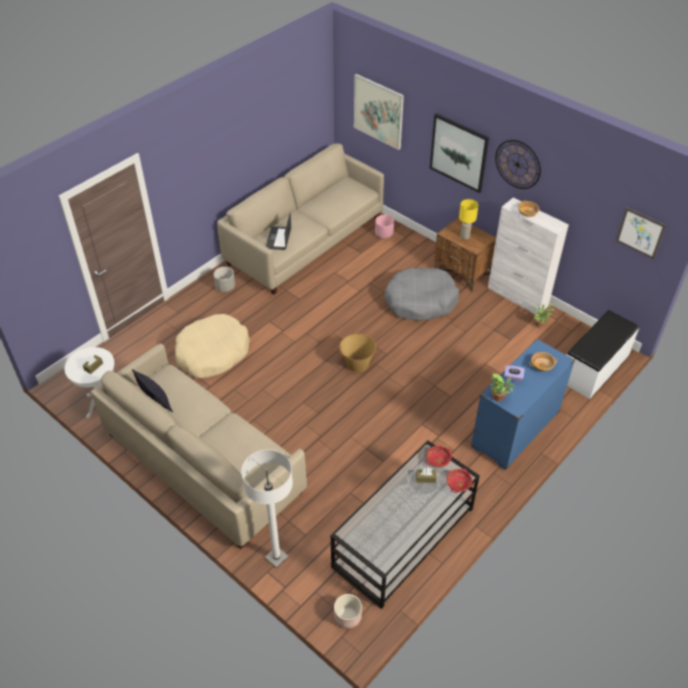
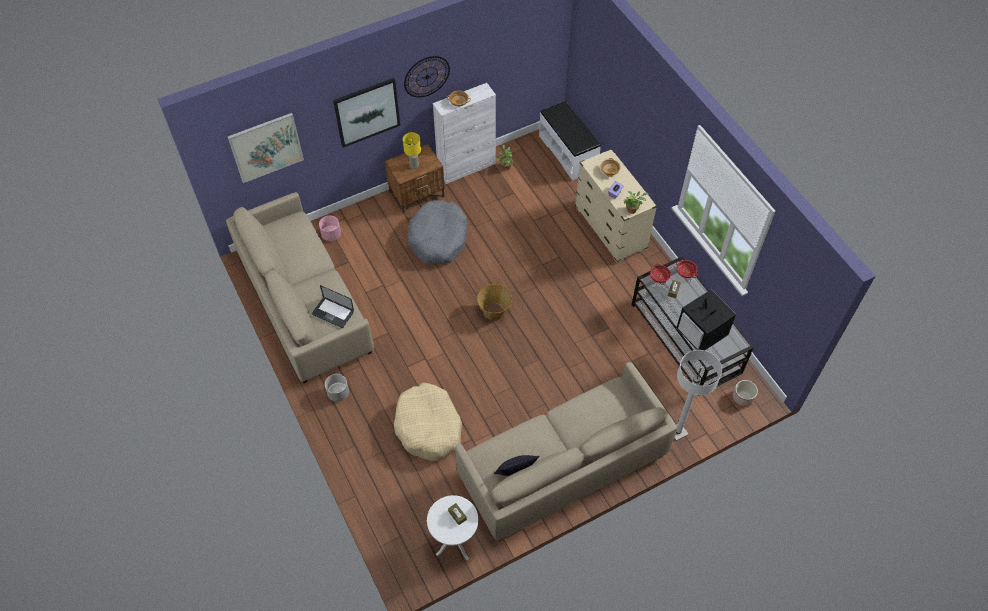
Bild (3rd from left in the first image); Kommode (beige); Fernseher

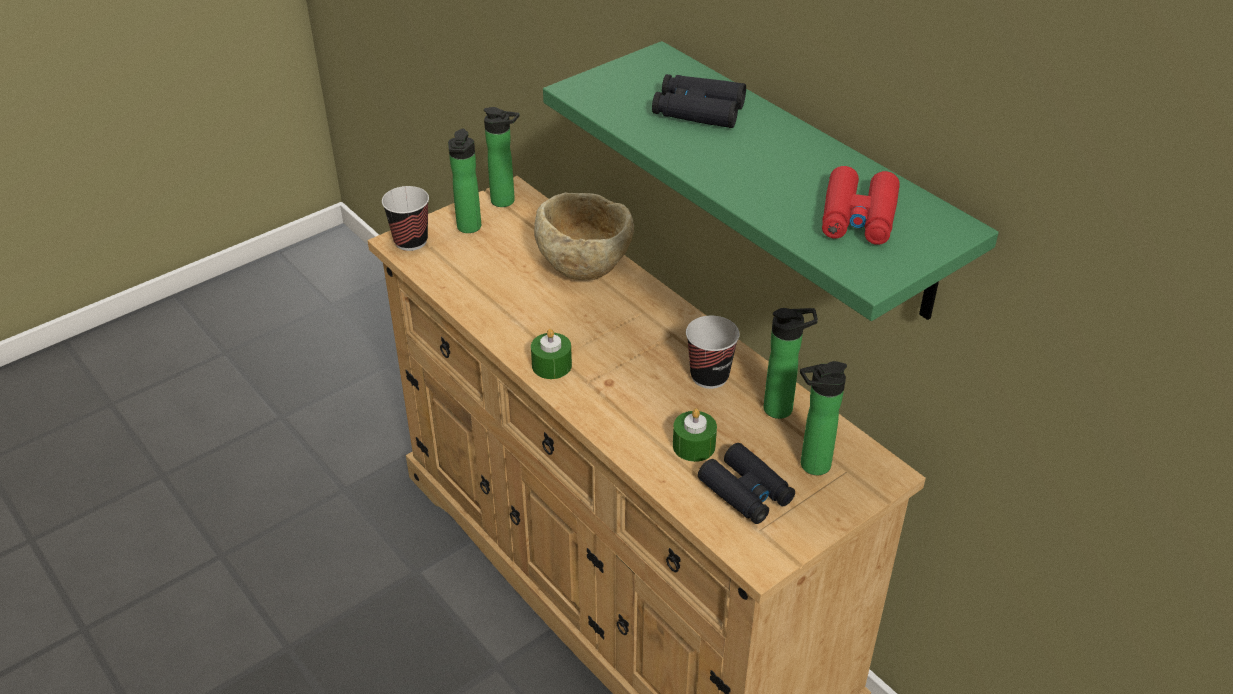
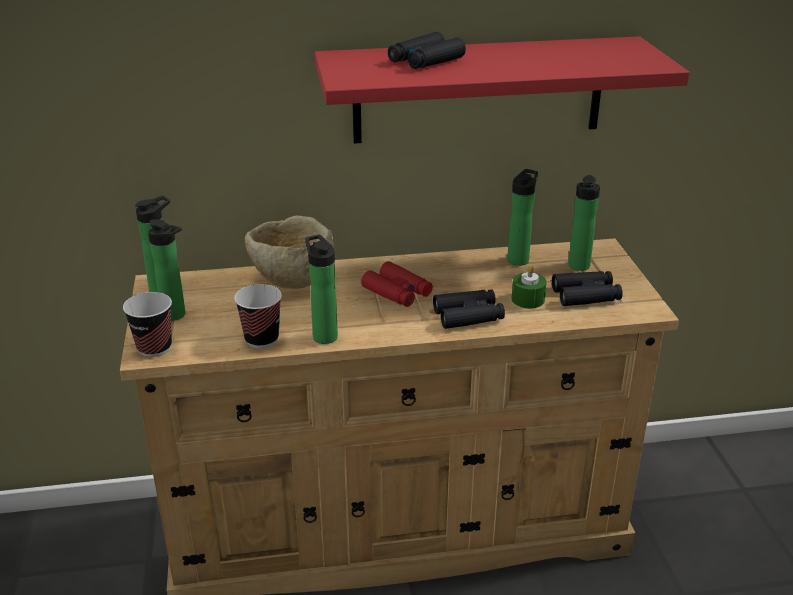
Wandregal (rot); Fernglas (rot); Tasse (2nd from left); Kerze (grün) (1st from left in the first image); Flasche (3rd from left); Fernglas (schwarz) (2nd from left)

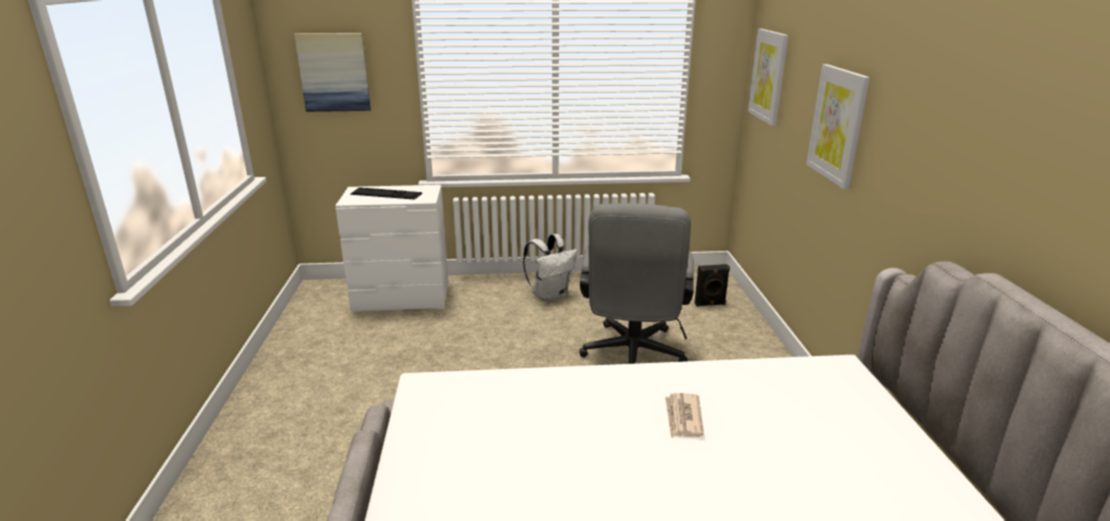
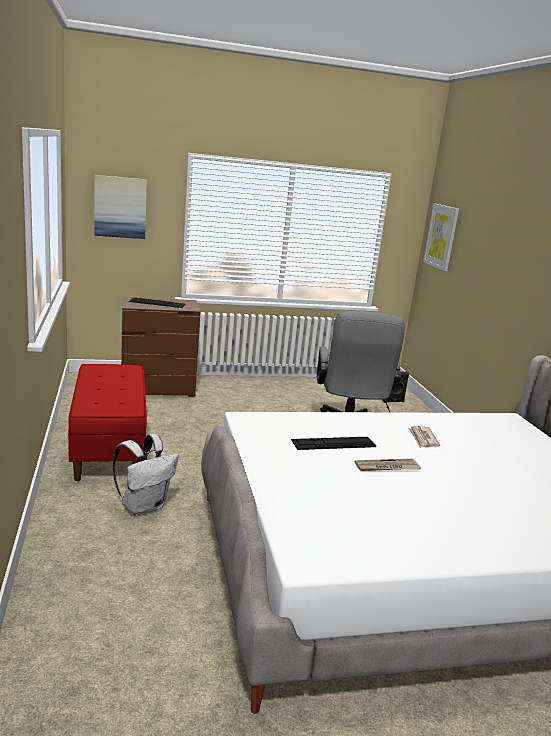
Bild (3rd from left in the first image); Kommode (braun); Rucksack (weiß); Bank (rot); Tastatur (2nd from left); Zeitung (1st from left)

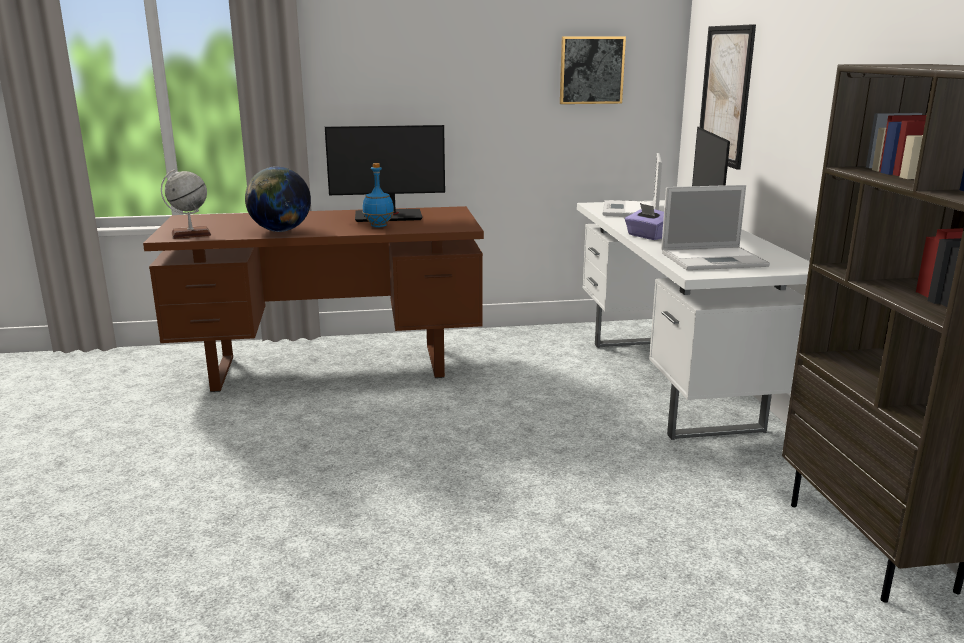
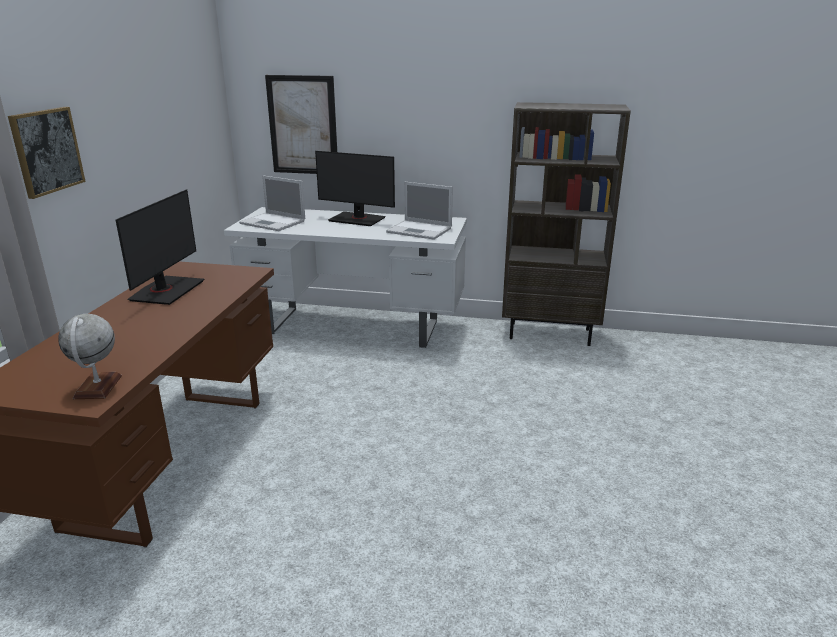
Bild (1st from left); Flasche (blau); Globus (2nd from left in the first image); Laptop (2nd from left); Taschentuchbox (lila)

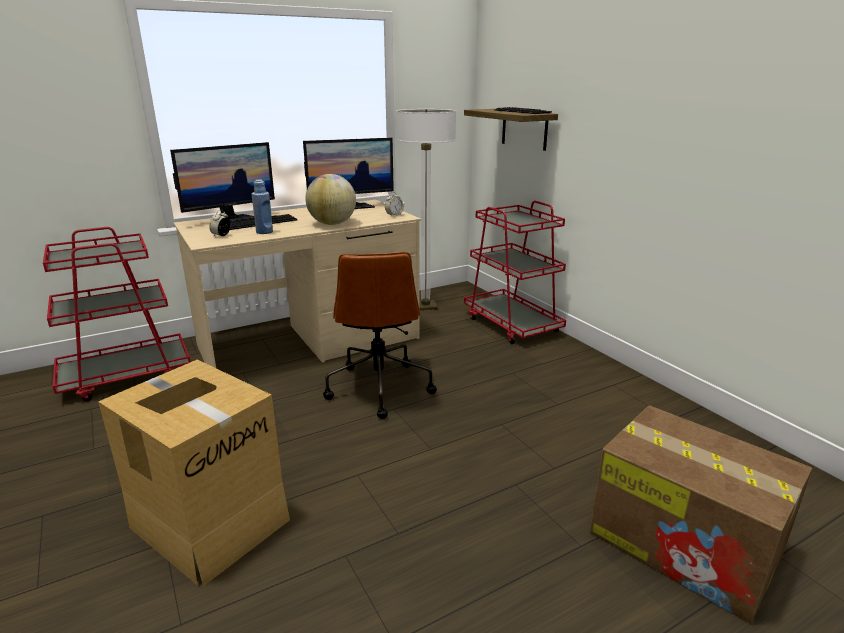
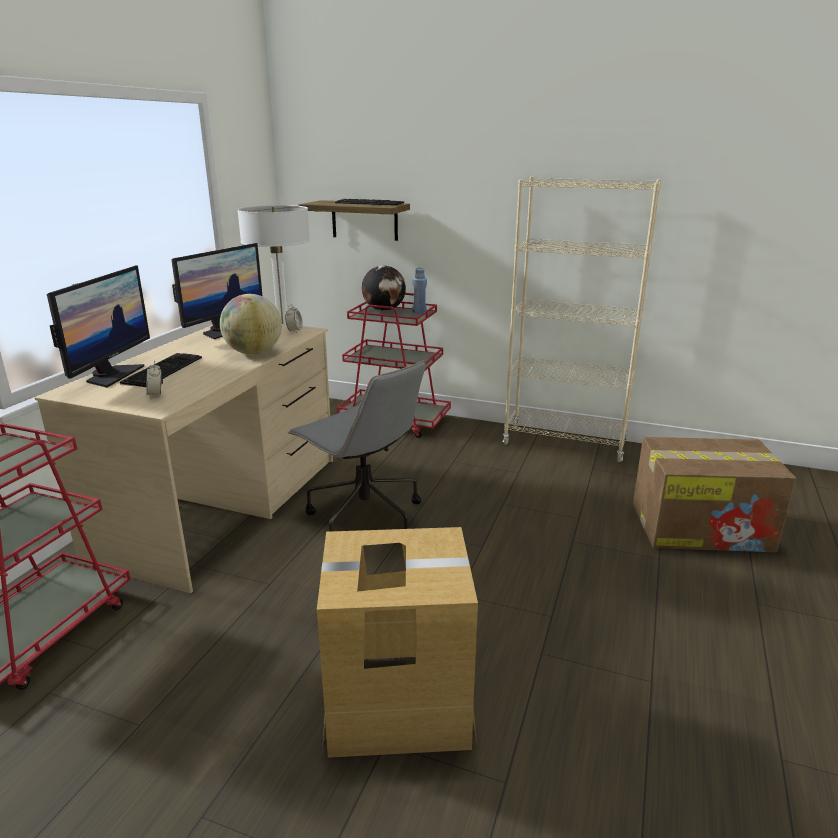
Flasche (blau); Bürostuhl (grau); Bücherregal (beige); Globus (2nd from left)

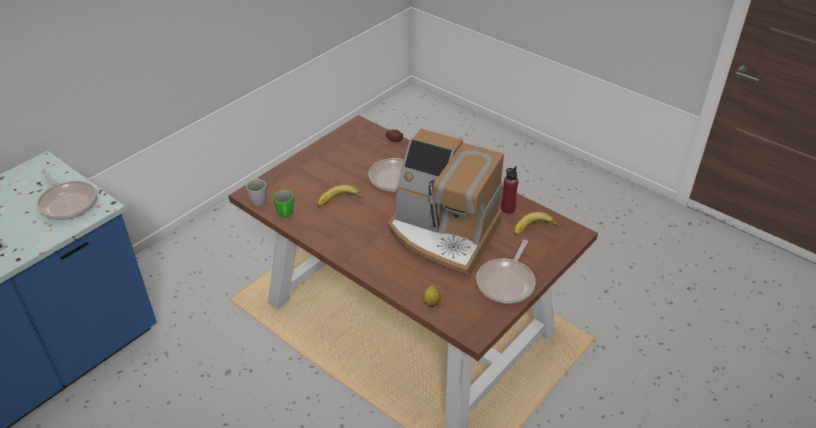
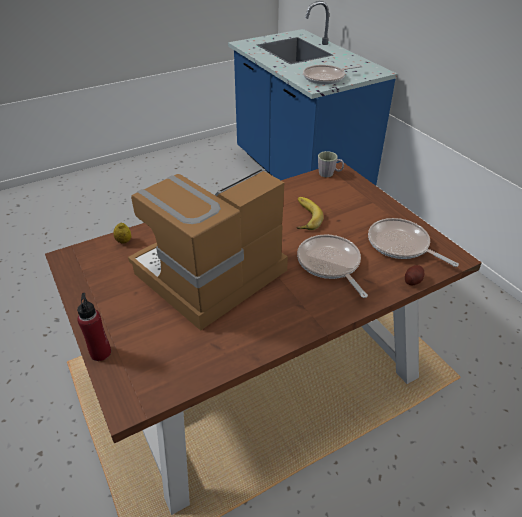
Flasche (rot); Henkelbecher (grün); Banane (2nd from left in the first image); Pfanne (3rd from left)

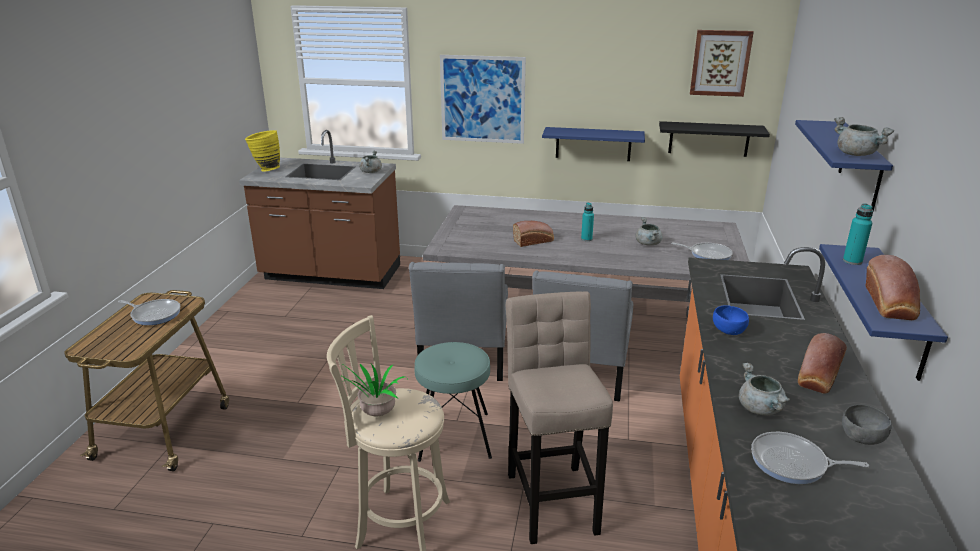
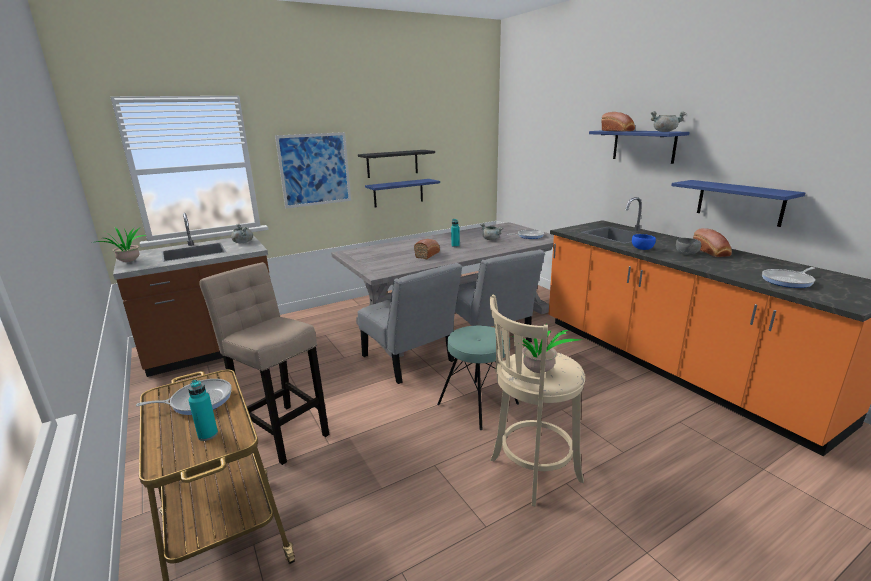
Bild (2nd from left in the first image); Wandregal (schwarz); Topfpflanze (1st from left); Flasche (türkis) (1st from left); Brot (2nd from left); Hocker (beige) (1st from left); Kochtopf (grau) (3rd from left in the first image); Schüssel (grau)

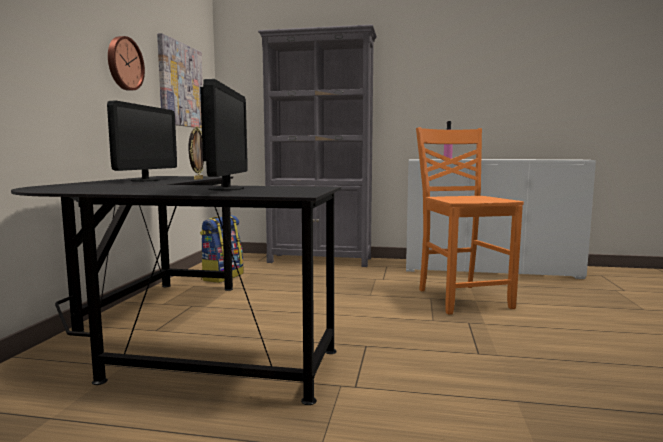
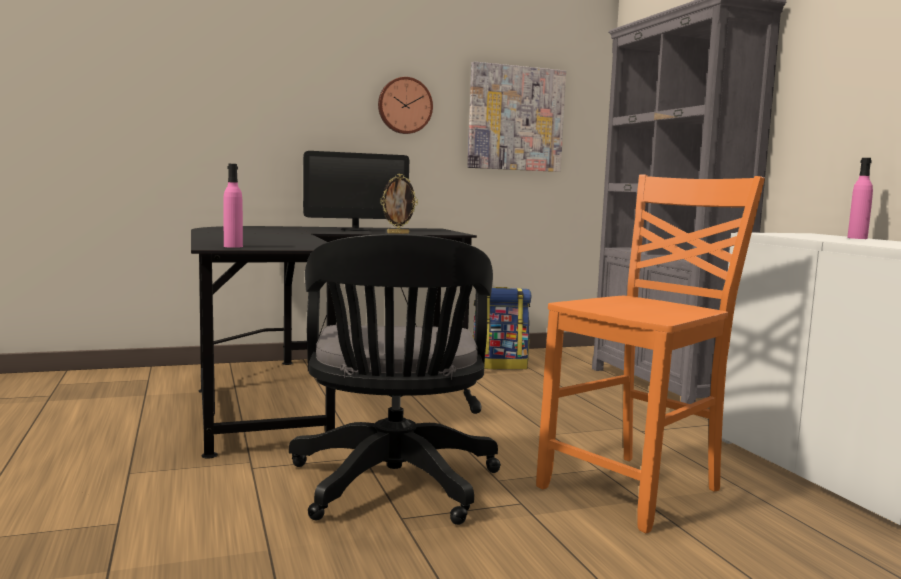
Monitor (2nd from left in the first image); Flasche (rosa) (1st from left); Bürostuhl (schwarz)

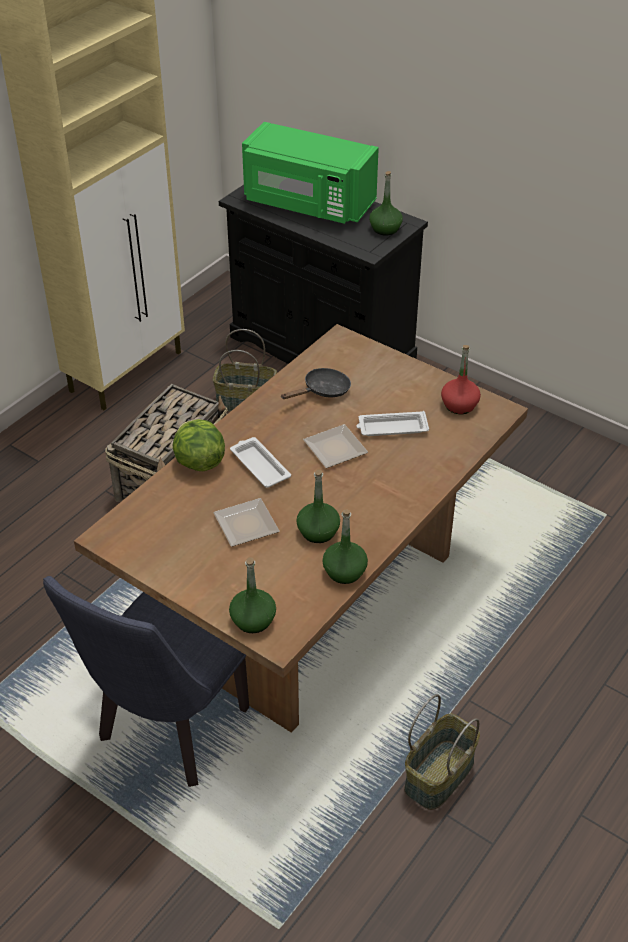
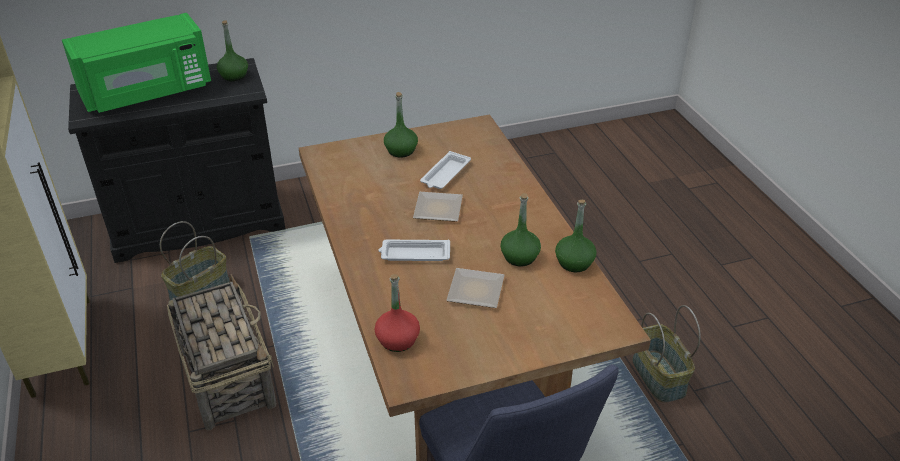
Flasche (rot); Pfanne (schwarz); Salatkopf; Flasche (grün) (2nd from left)

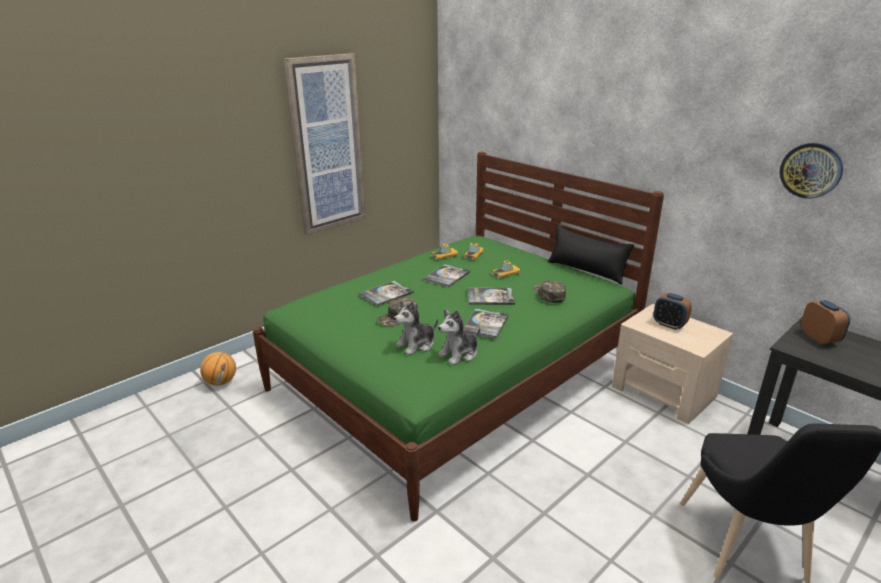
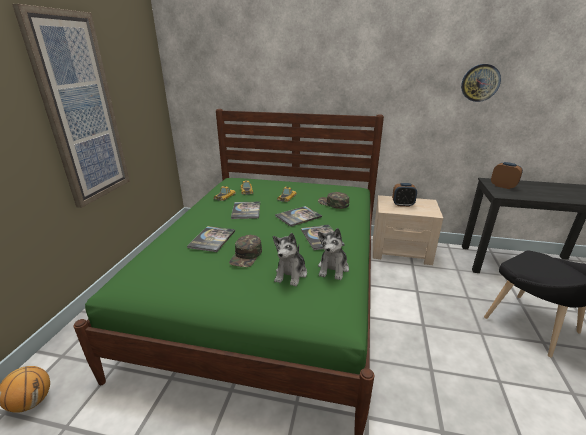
Kissen (schwarz)

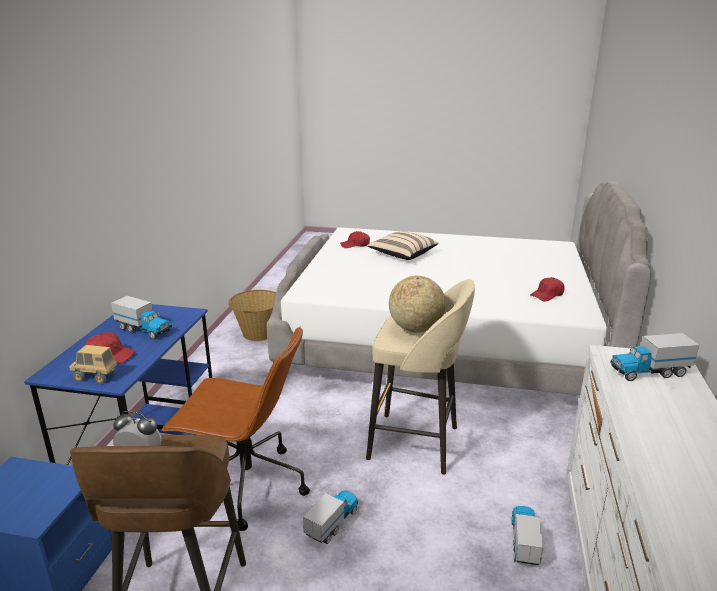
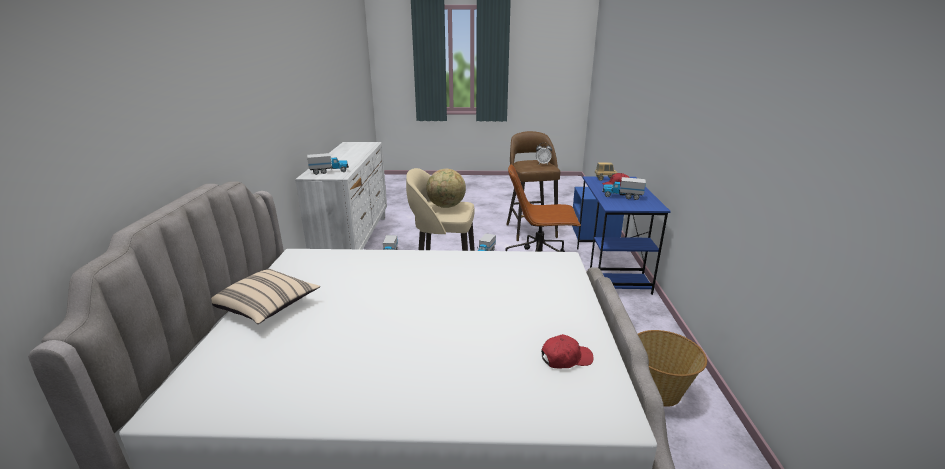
Kissen (beige); Kappe (rot) (3rd from left in the first image)

